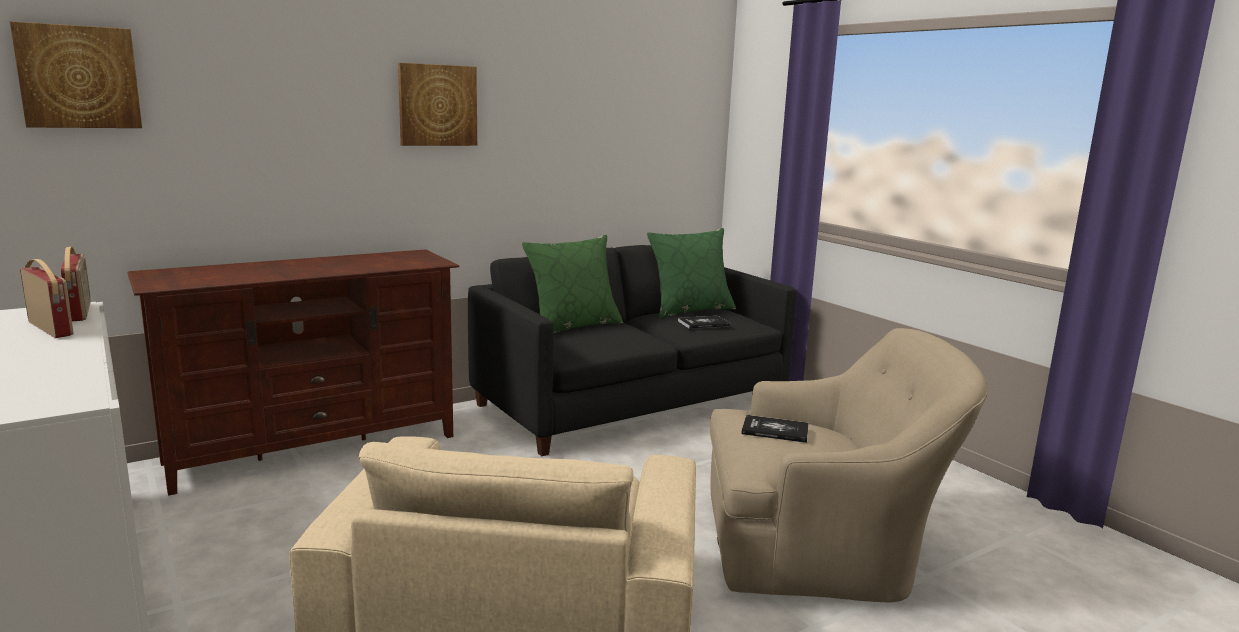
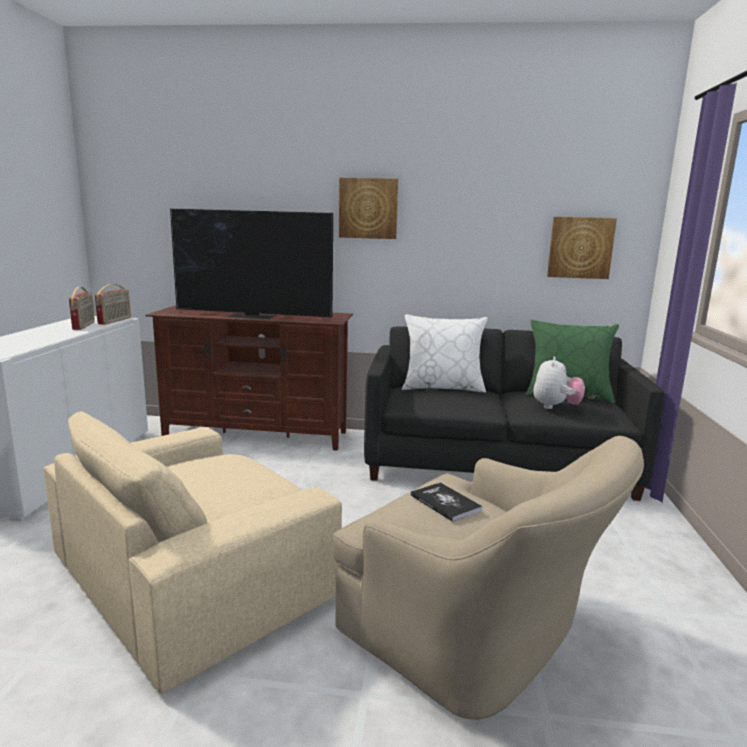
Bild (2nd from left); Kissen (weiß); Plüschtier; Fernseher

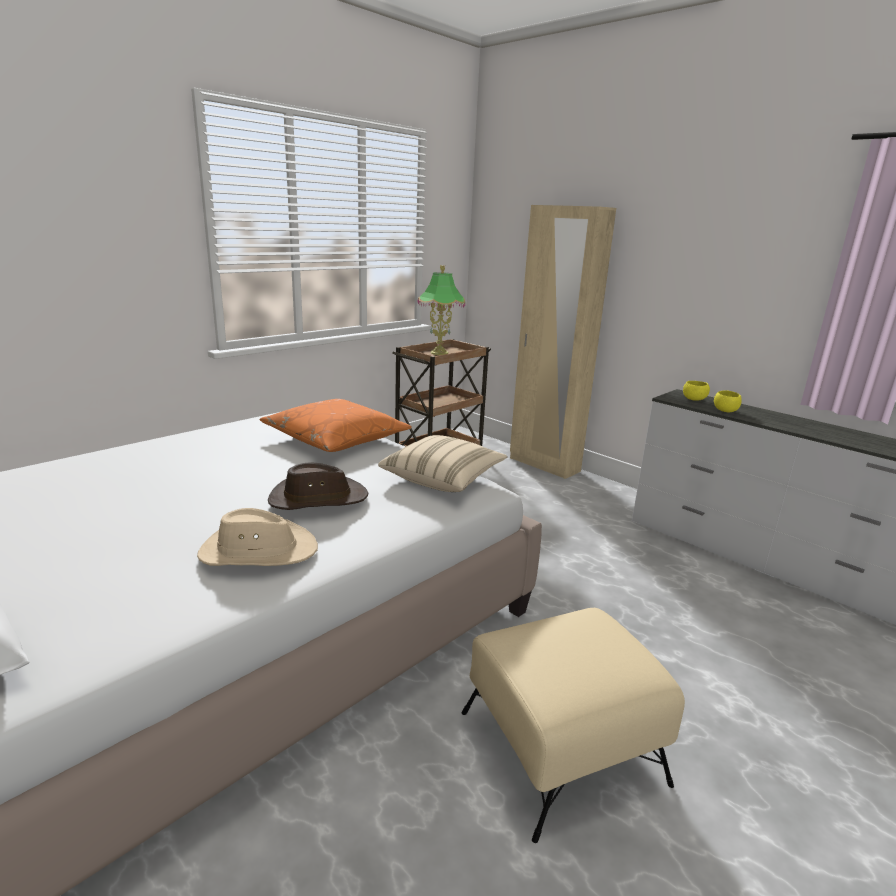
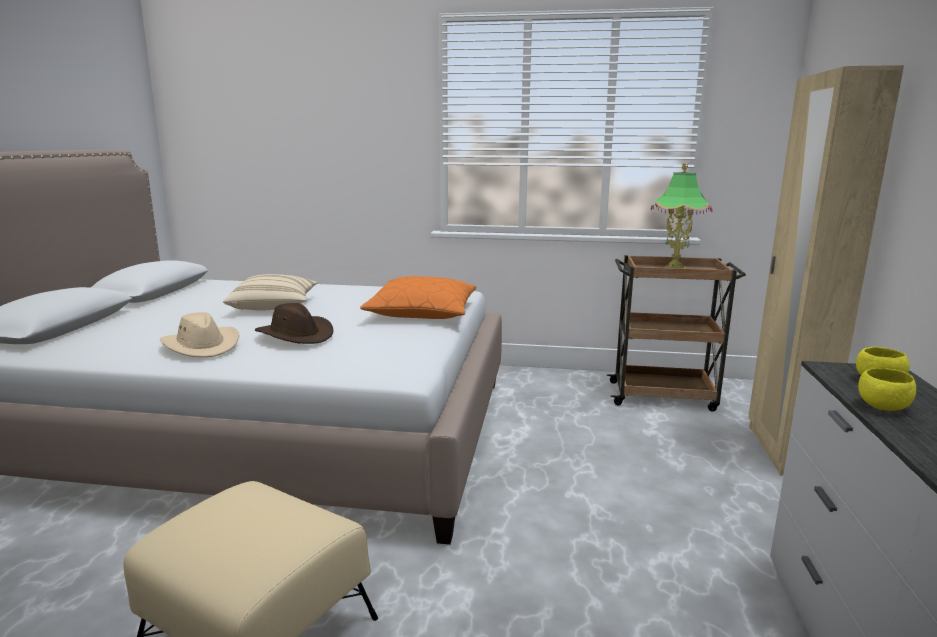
Kissen (beige)

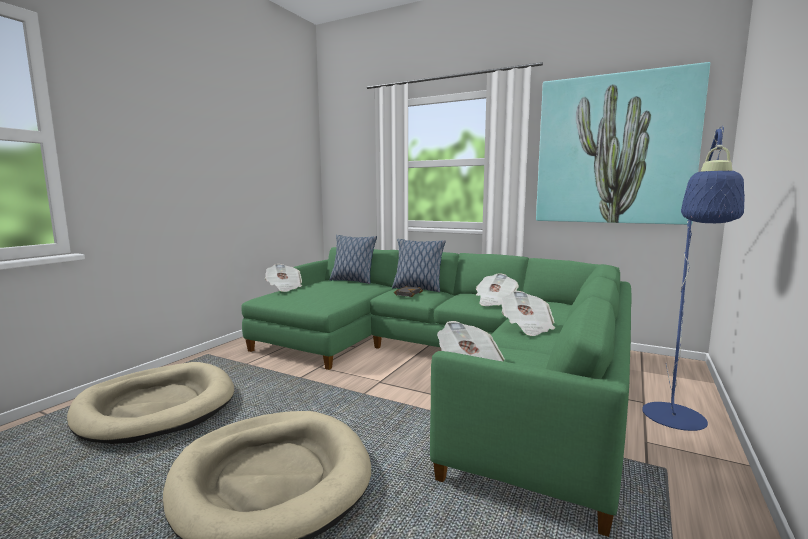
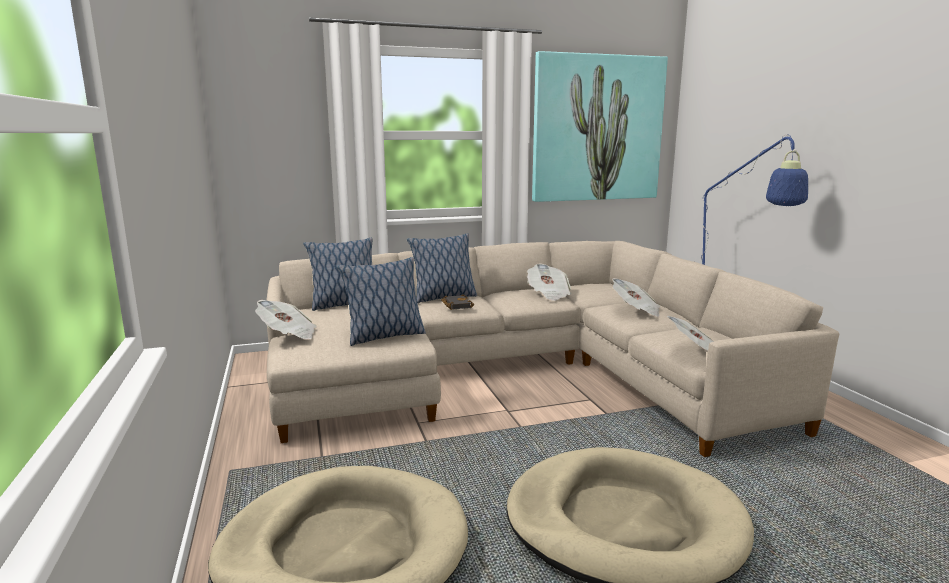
Sofa (beige); Kissen (2nd from left)

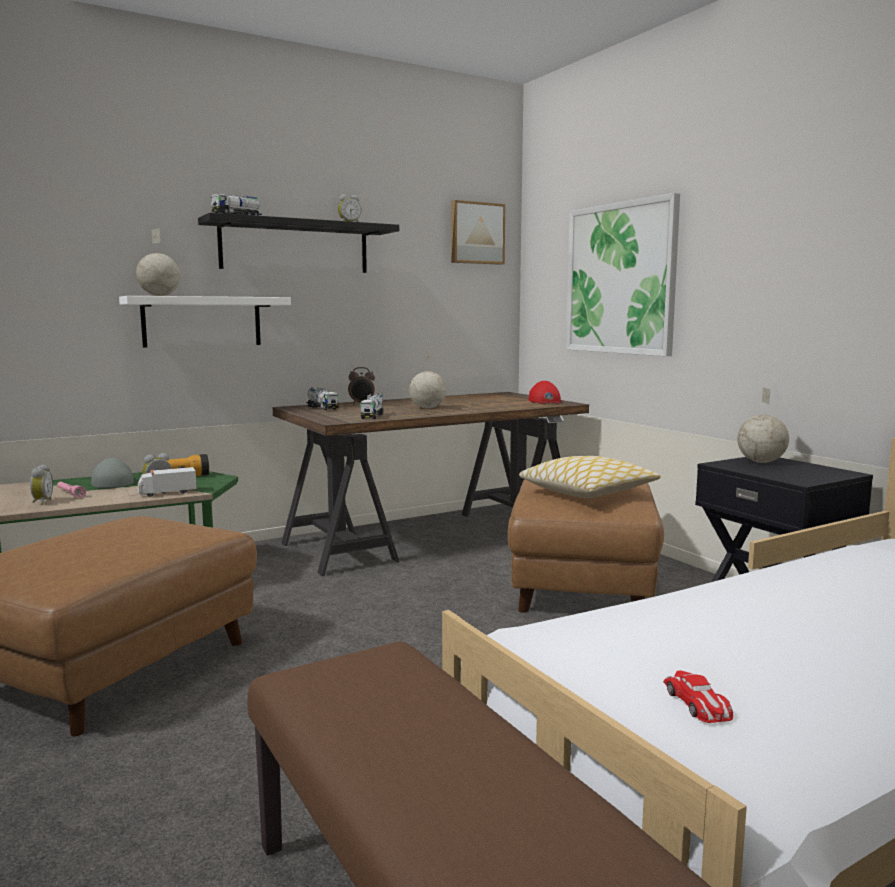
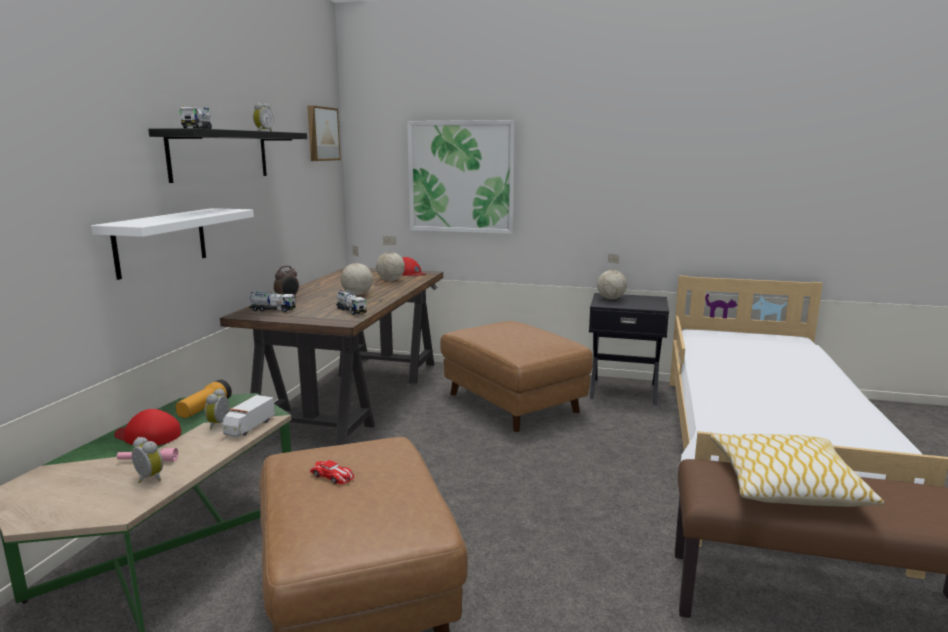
Globus (2nd from left); Kissen; Kappe (rot) (1st from left); Spielzeugauto

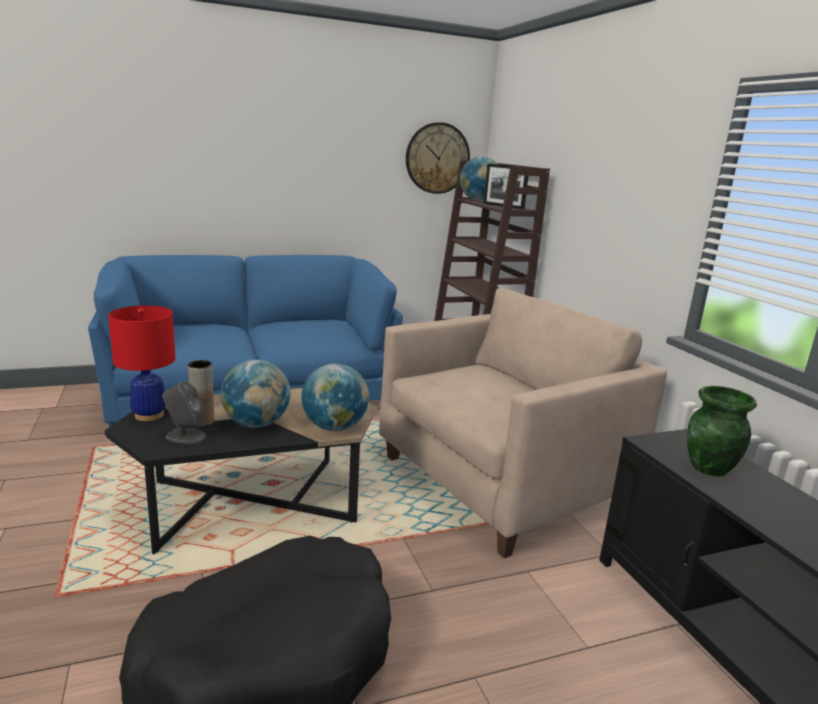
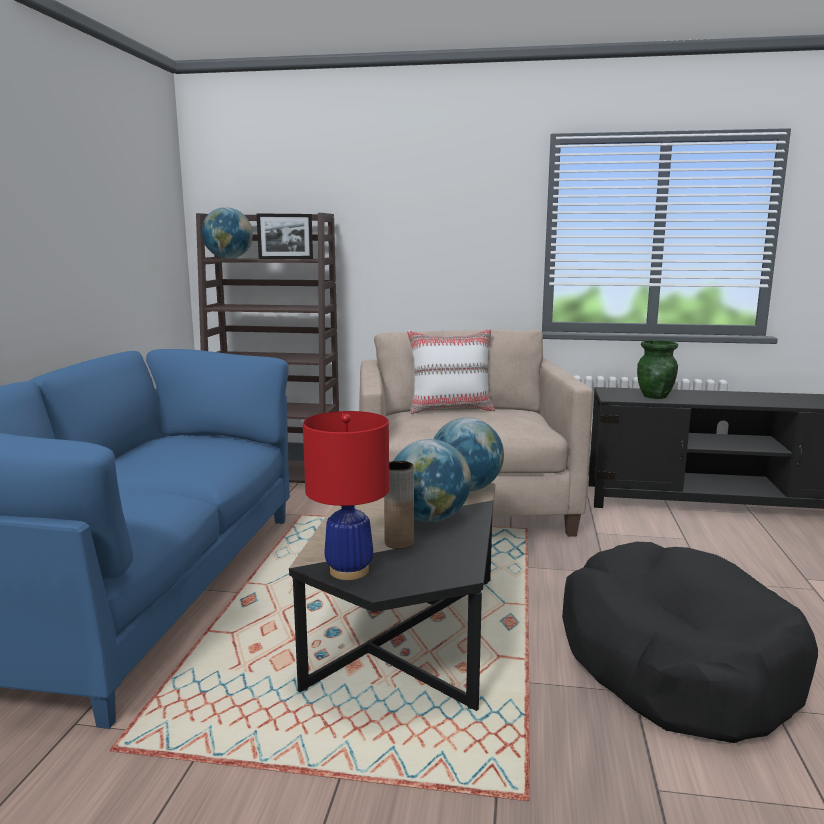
Wanduhr; Lautsprecher (grau); Kissen (weiß)

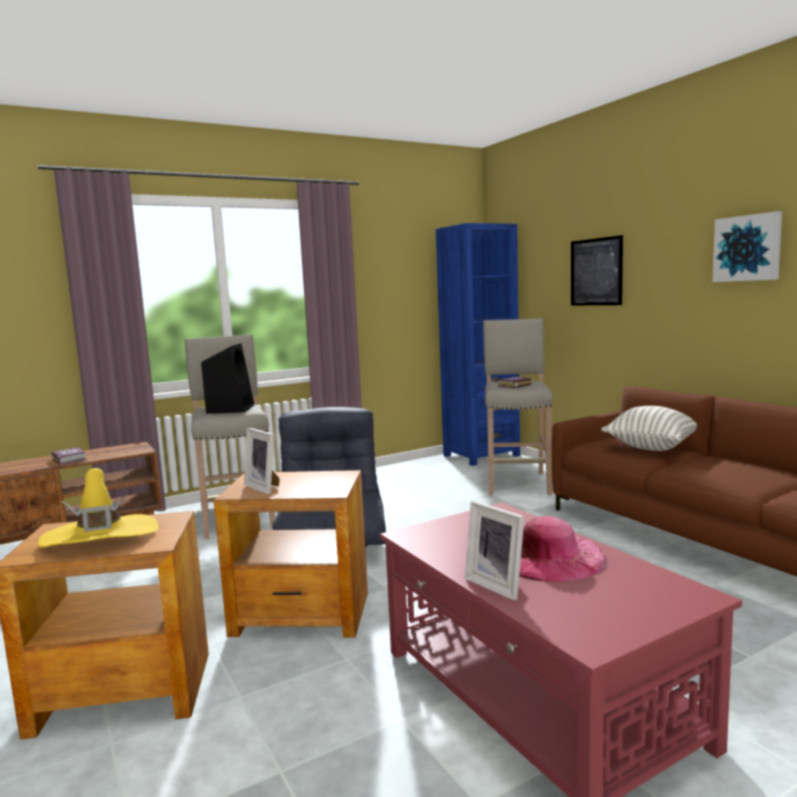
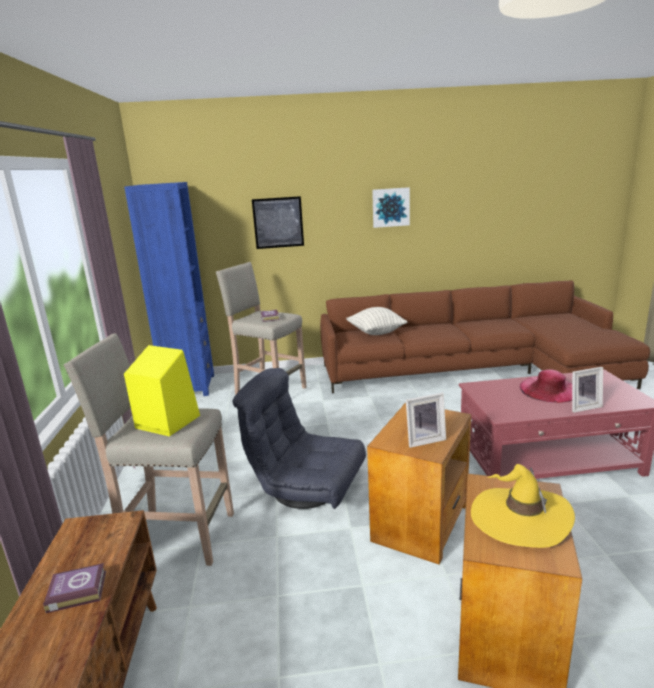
Lautsprecher (gelb)

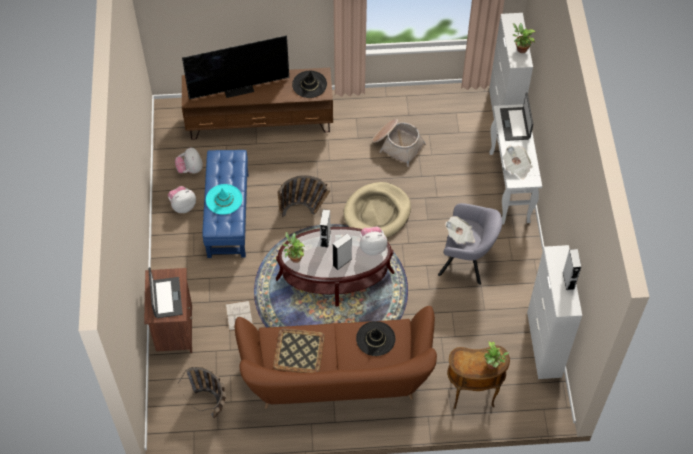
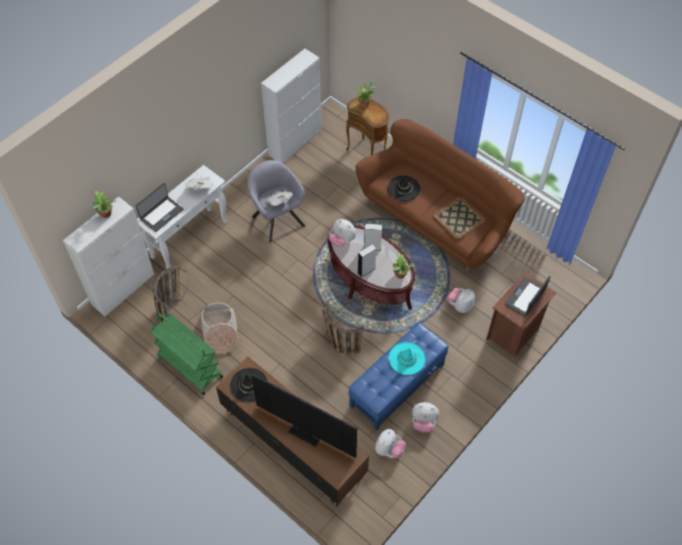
Hundebett (beige); Lautsprecher (grau) (3rd from left in the first image); Plüschtier (4th from left); Korb (1st from left); Rollwagen (grün)

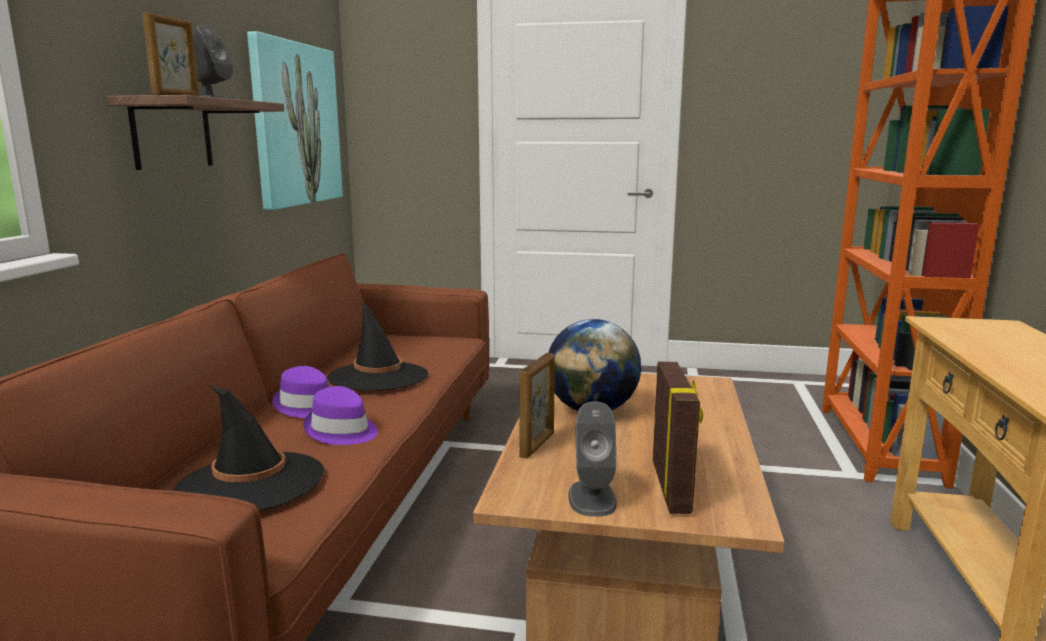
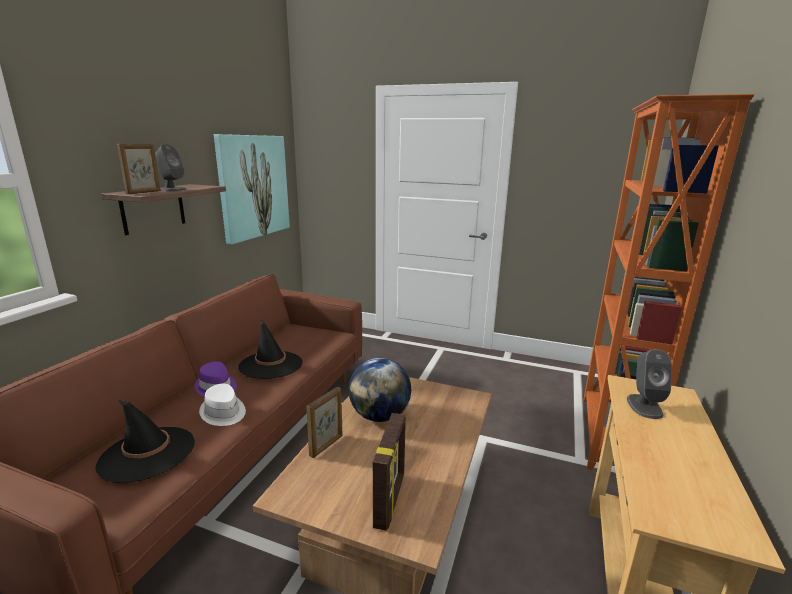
Hut (weiß); Lautsprecher (grau) (2nd from left)

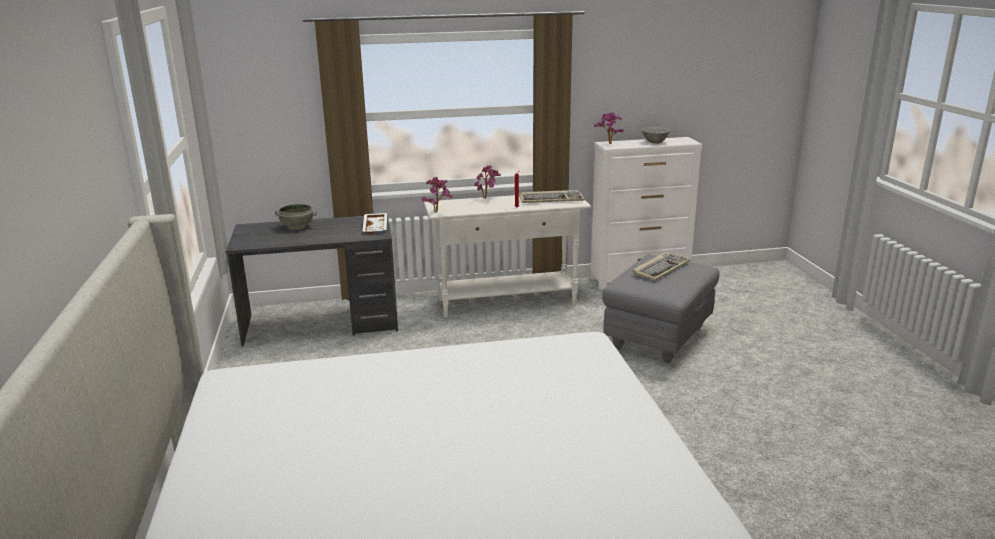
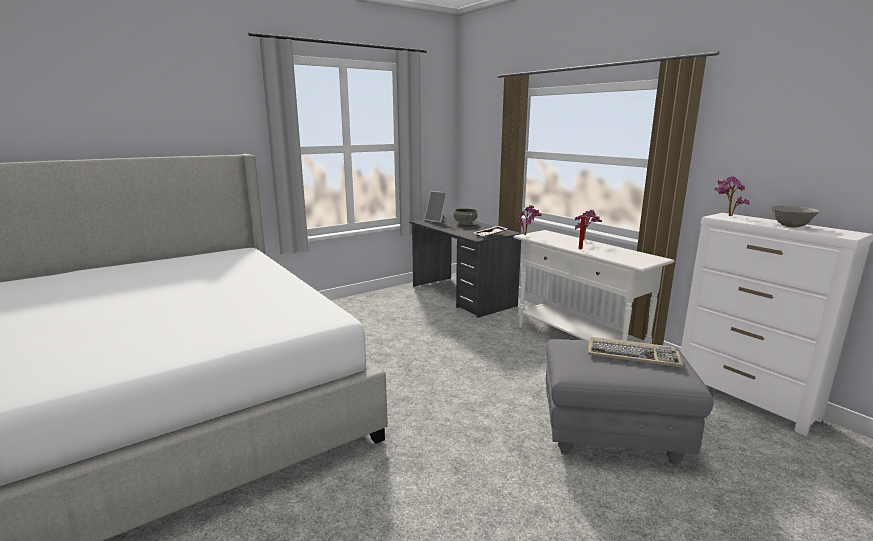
Tastatur (1st from left in the first image); Bilderrahmen

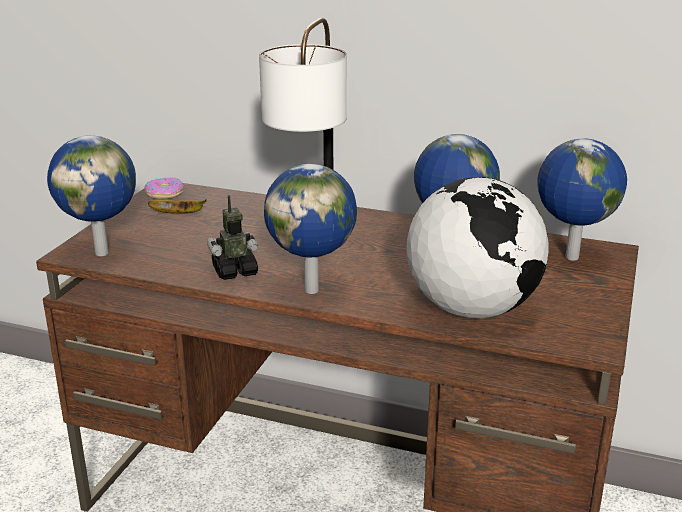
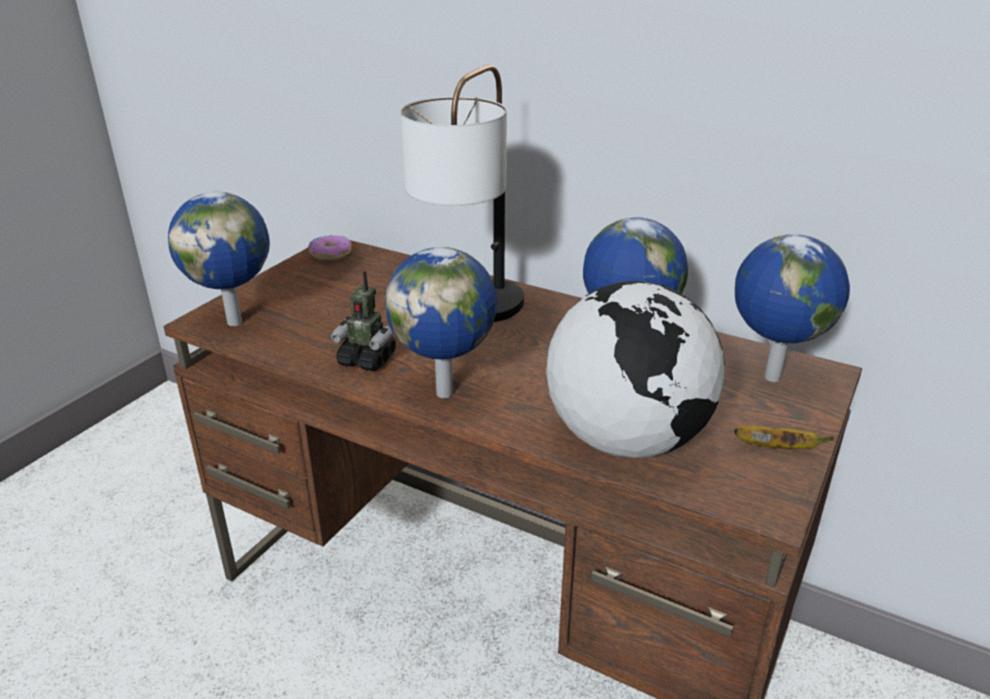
Spielzeugroboter; Banane

